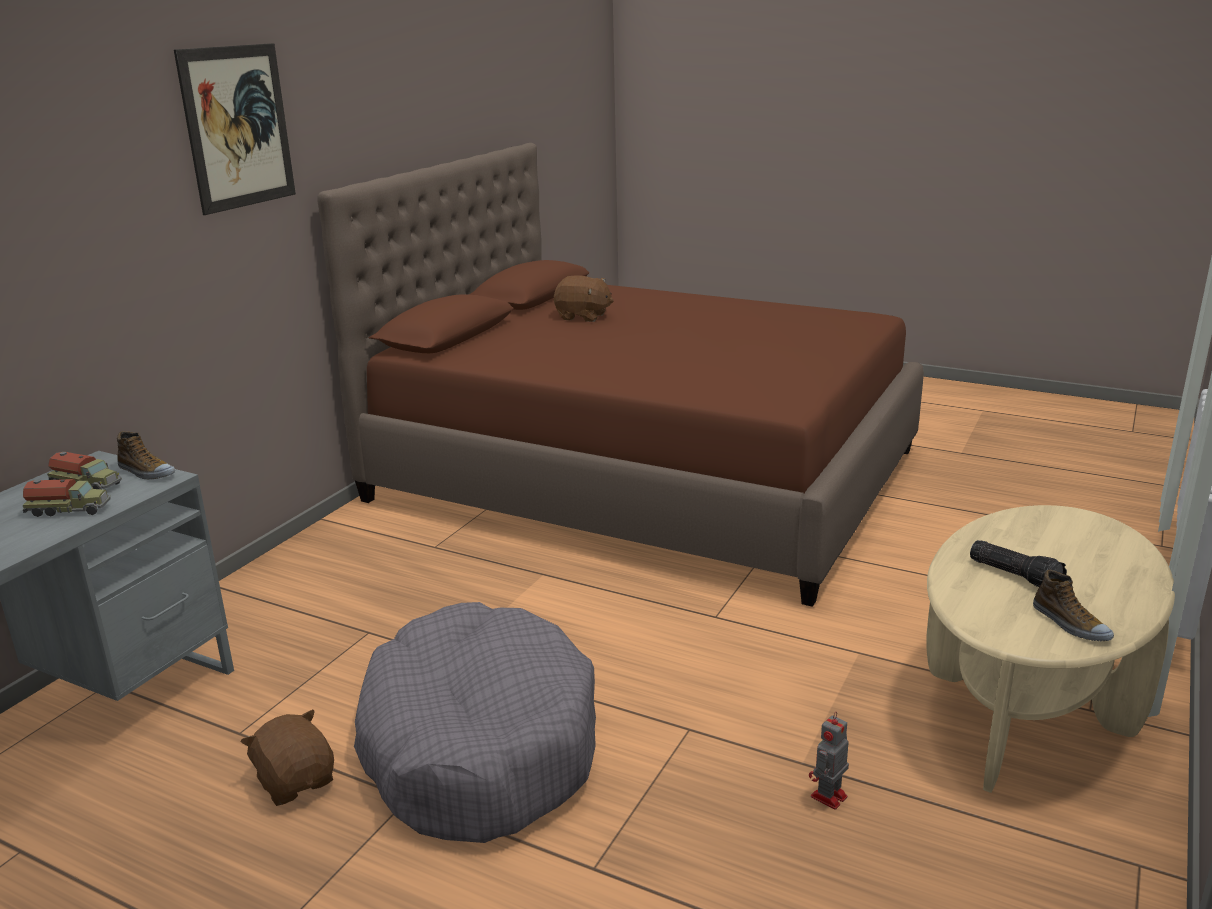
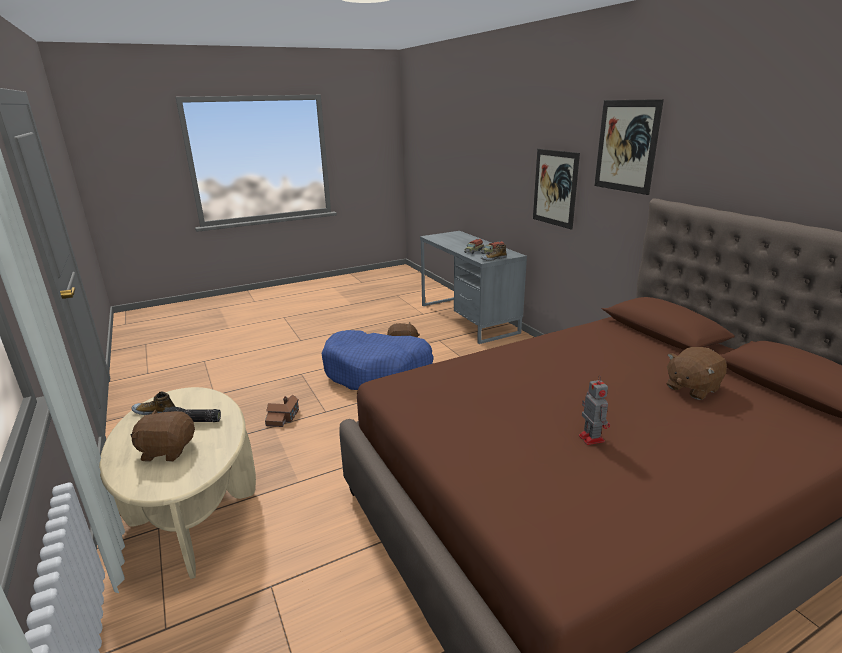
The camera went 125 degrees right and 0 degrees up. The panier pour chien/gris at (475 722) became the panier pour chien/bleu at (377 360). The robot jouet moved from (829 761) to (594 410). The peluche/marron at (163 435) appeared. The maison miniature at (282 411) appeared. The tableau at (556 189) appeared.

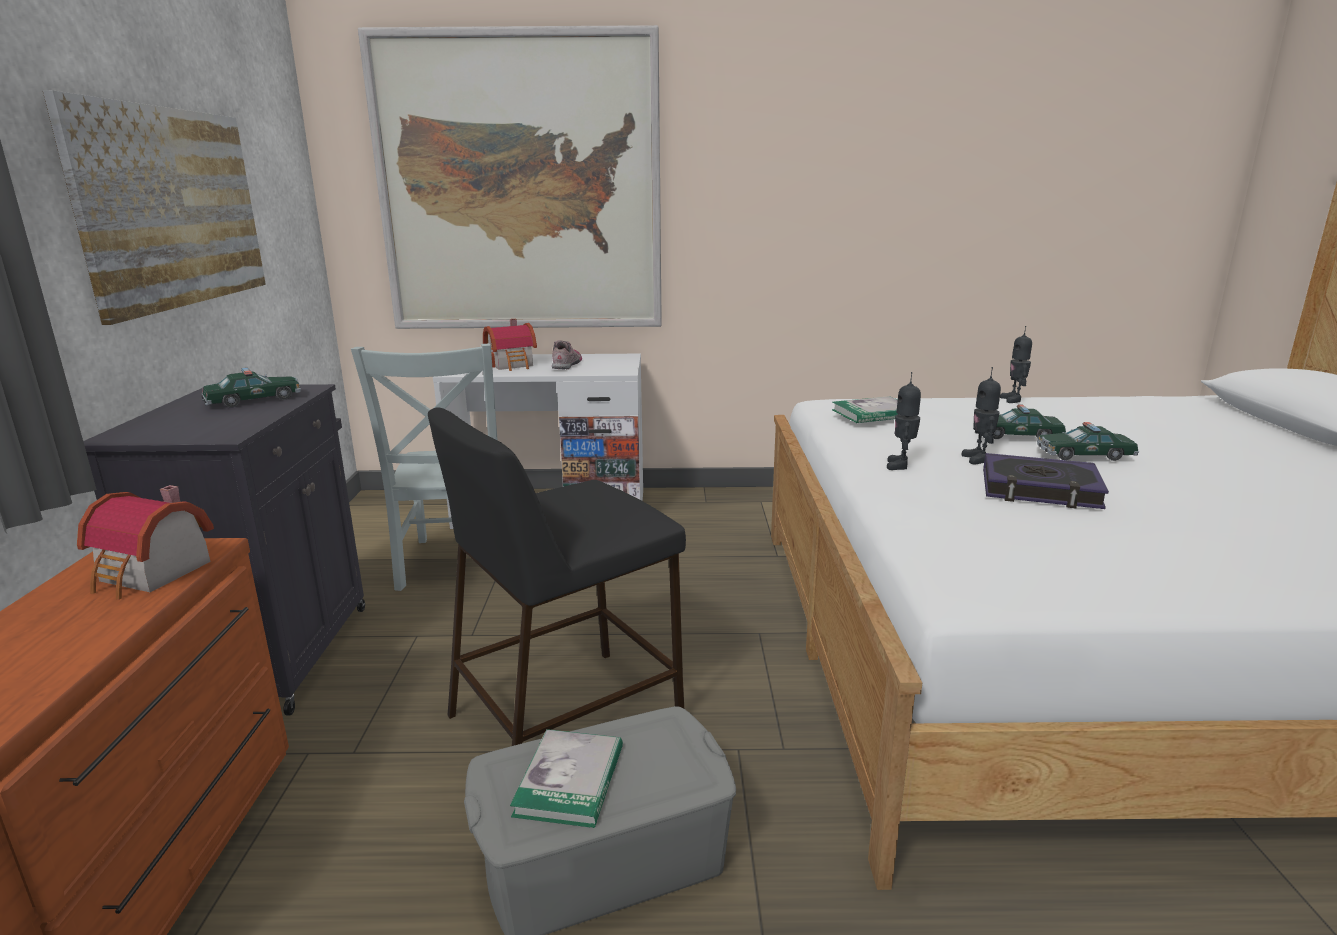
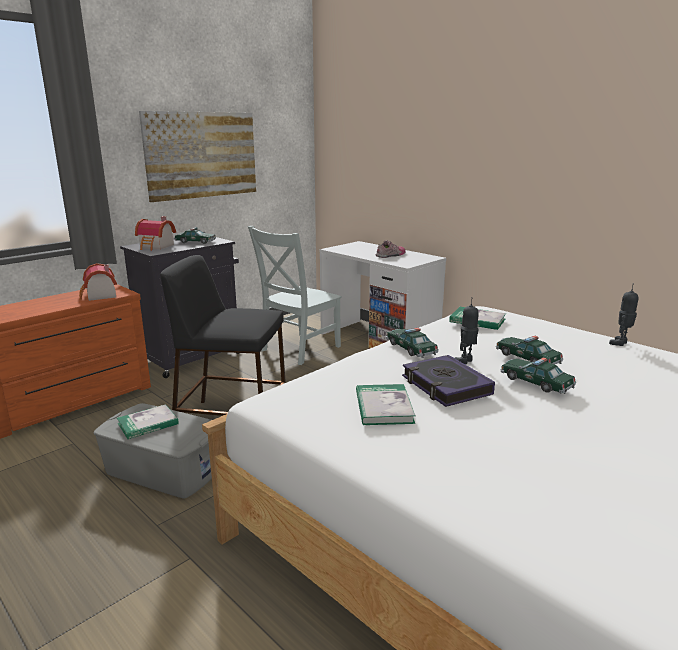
The camera went 45 degrees right and 0 degrees up. The tableau at (510 177) disappeared. The maison miniature moved from (510 345) to (155 233). The robot jouet at (904 421) was replaced by the petite voiture at (412 343). The livre at (386 404) appeared.

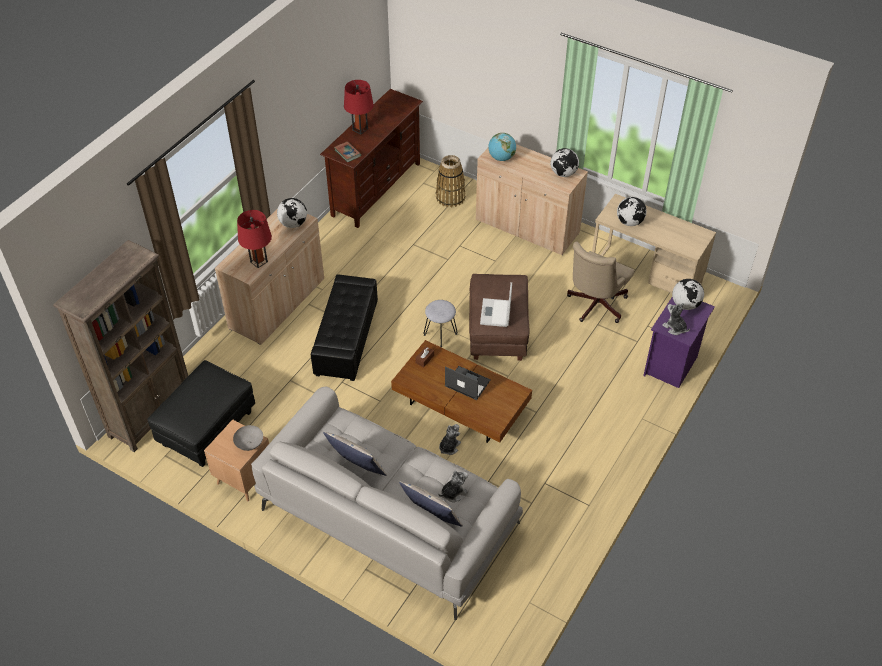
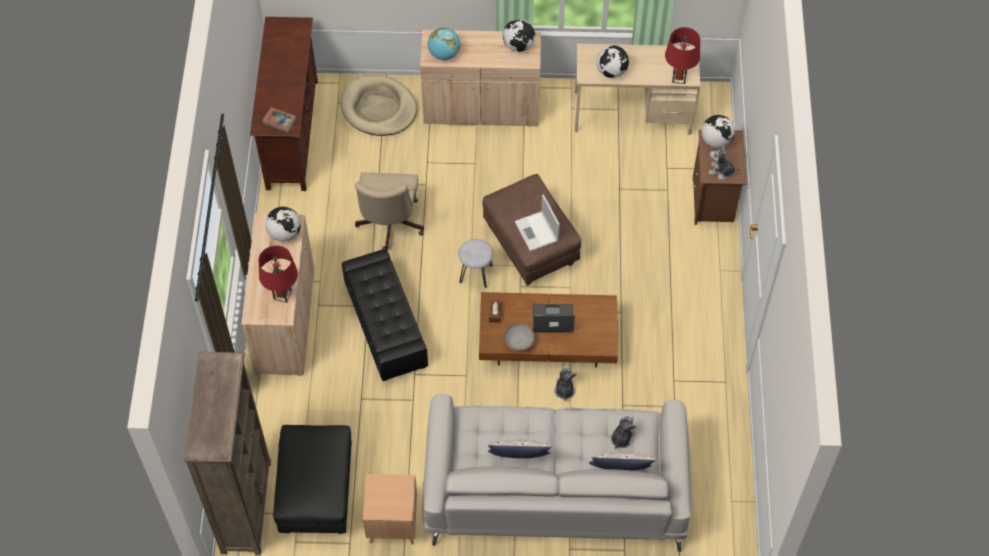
The camera went 30 degrees left and 10 degrees up. The bol/gris moved from (248 438) to (519 337). The lampe de table/rouge moved from (359 107) to (682 55). The panier at (451 181) was replaced by the panier pour chien/beige at (378 105). The chaise de bureau/beige moved from (600 282) to (389 210). The table de chevet/violet at (679 342) became the table de chevet/marron at (719 177).

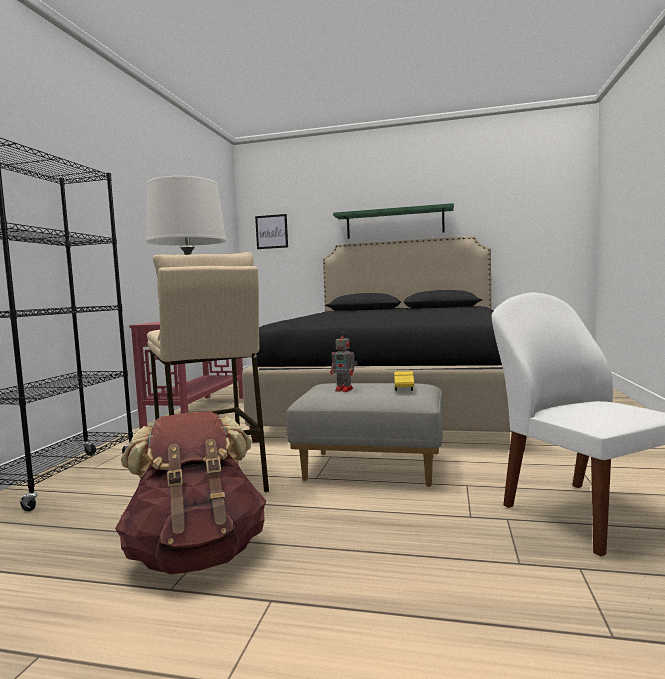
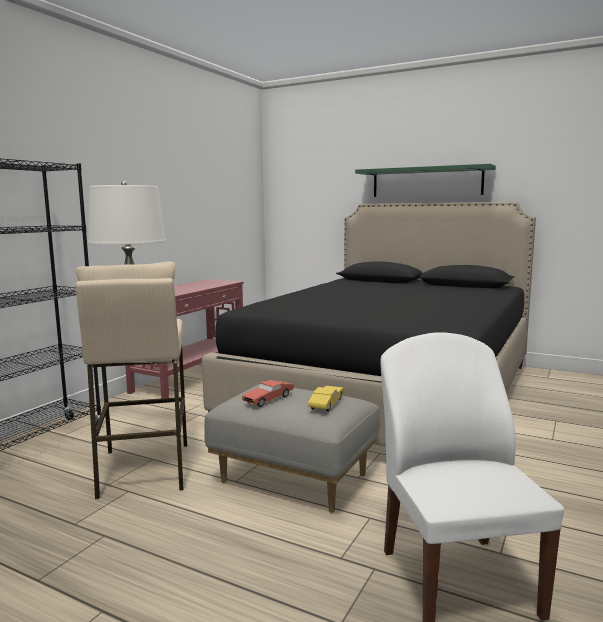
The camera went 15 degrees right and 5 degrees up. The sac à dos/marron at (190 493) disappeared. The tableau at (271 231) disappeared. The robot jouet at (344 362) was replaced by the petite voiture/rouge at (268 393).

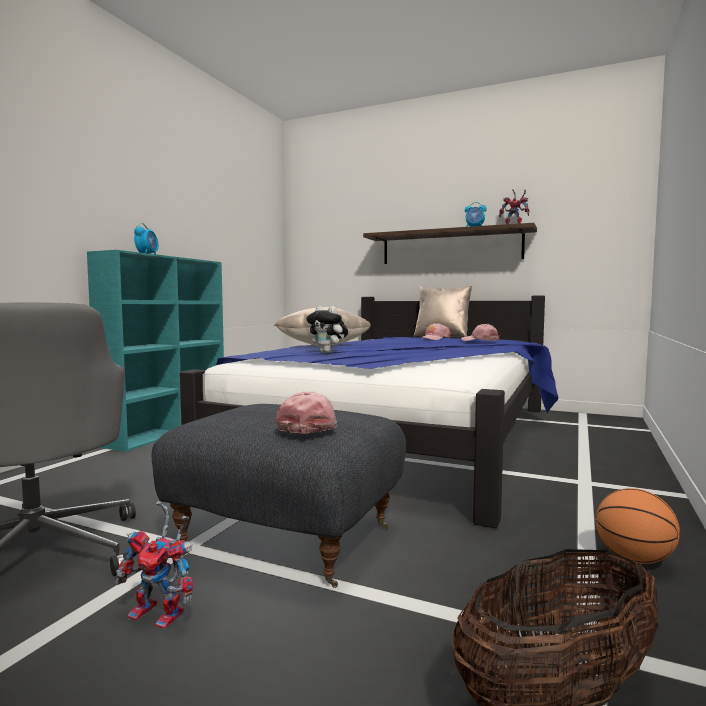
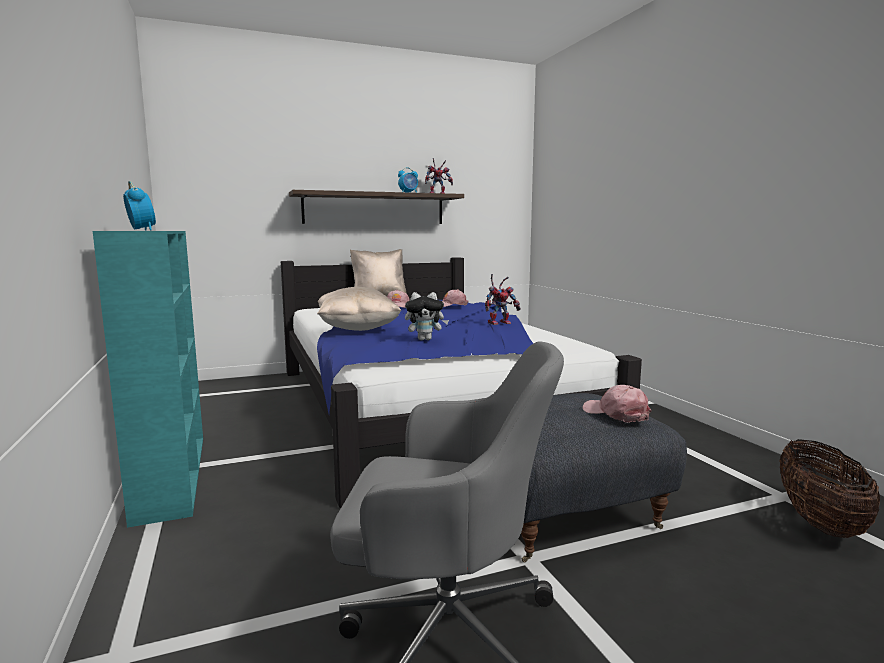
The camera went 45 degrees left and 5 degrees up. The robot jouet moved from (154 565) to (503 299). The ballon de basket at (638 526) disappeared.

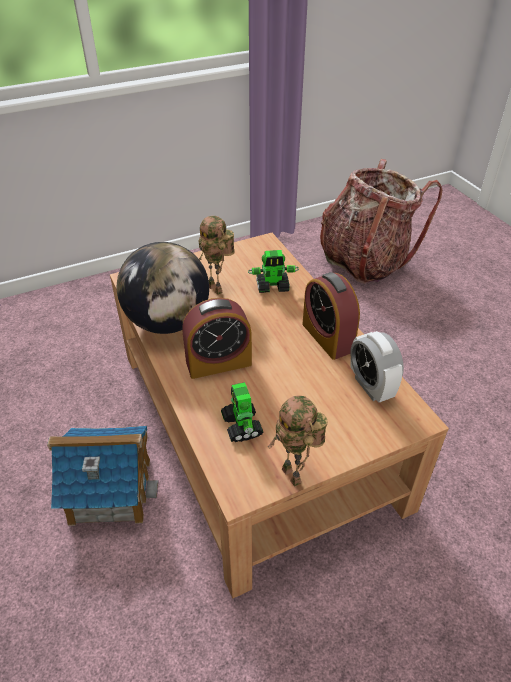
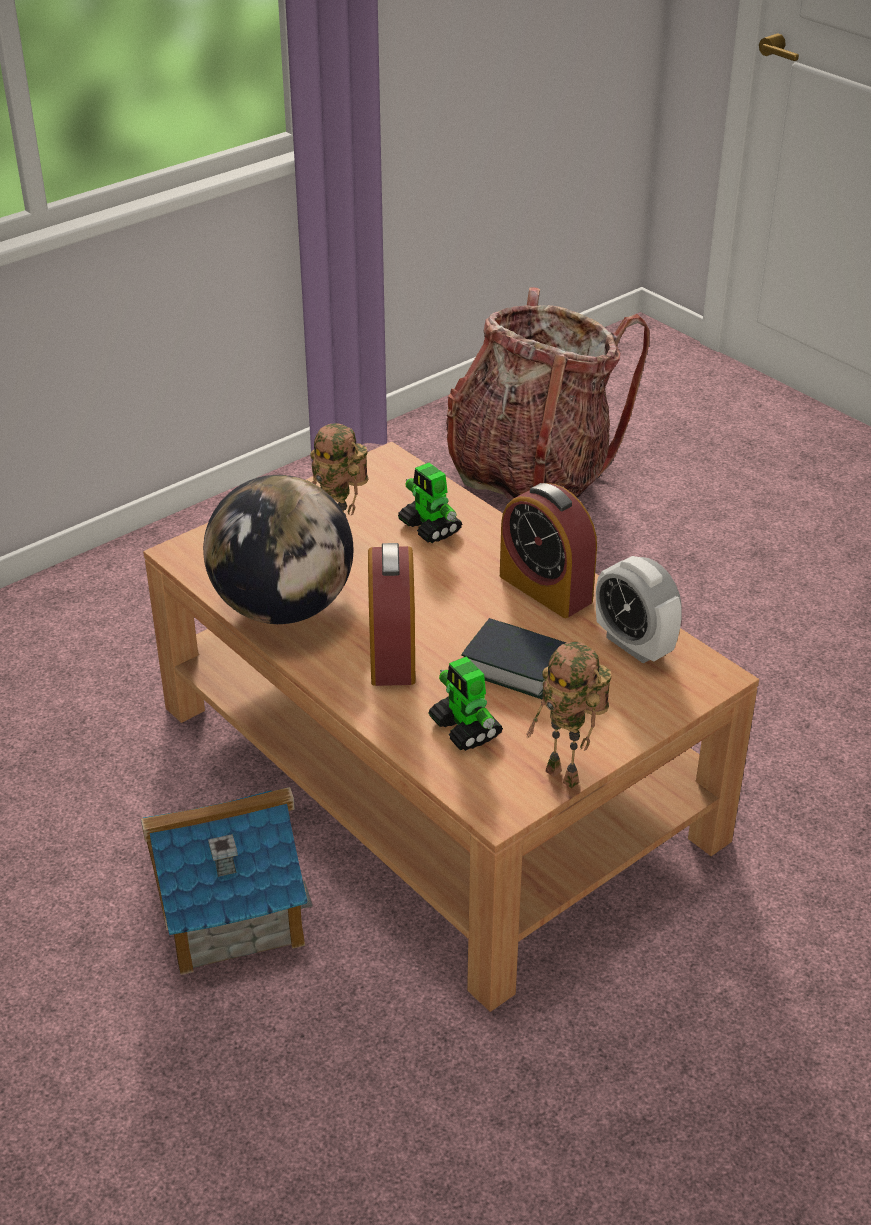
The camera went 15 degrees left and 5 degrees down. The réveil at (217 338) turned 60 degrees counterclockwise. The robot jouet at (273 271) turned 75 degrees clockwise. The livre at (513 659) appeared.

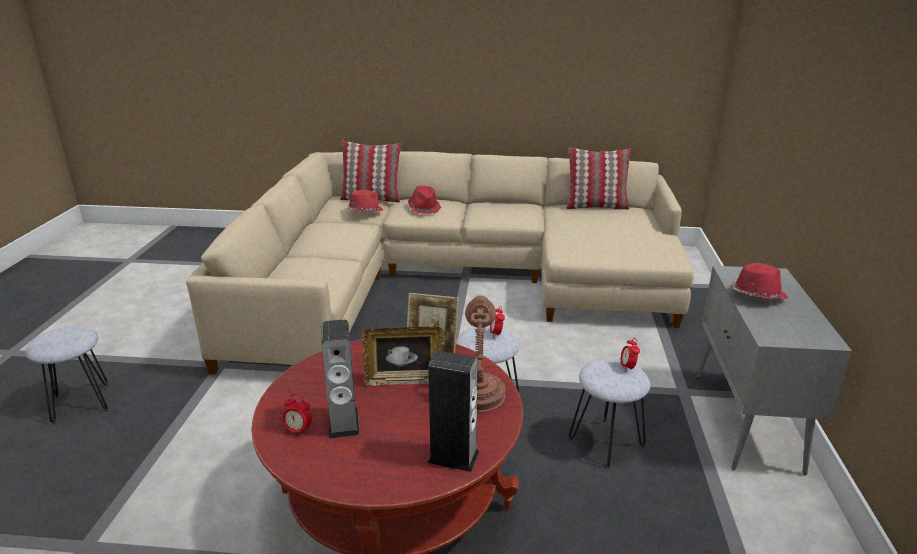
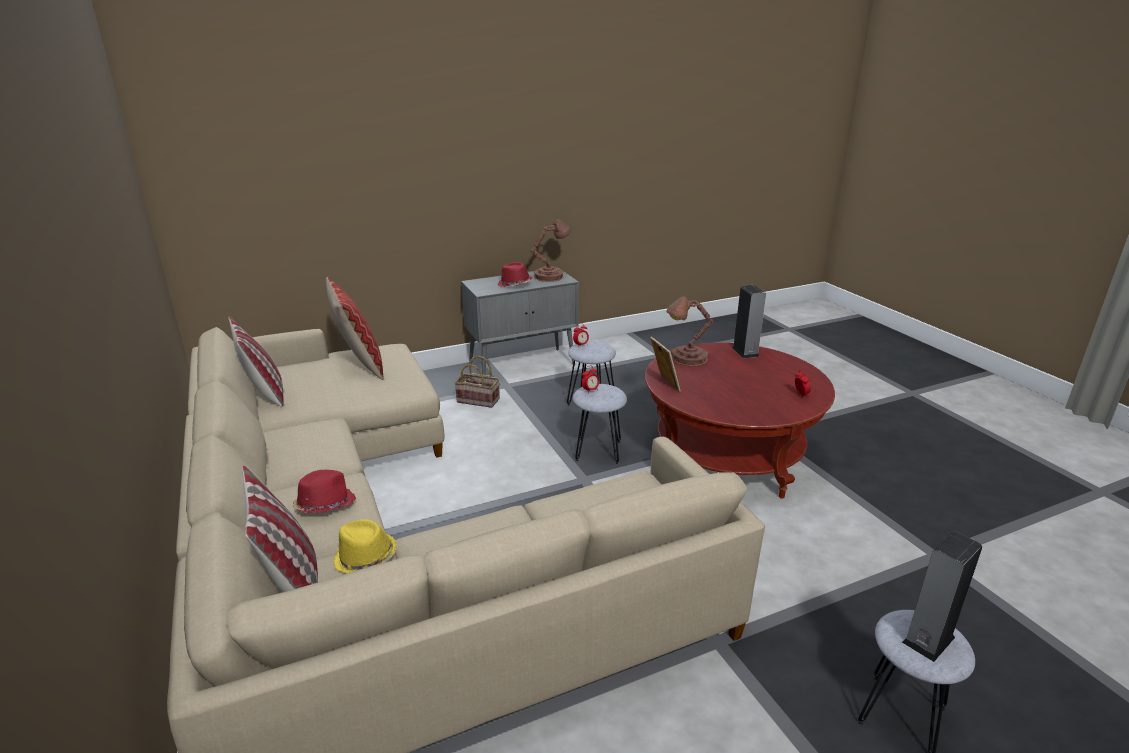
The camera went 120 degrees left and 0 degrees up. The enceinte moved from (340 379) to (942 597). The chapeau/rouge at (365 201) became the chapeau/jaune at (365 546). The cadre photo at (402 356) disappeared. The coussin at (355 328) appeared. The panier at (477 382) appeared. The lampe de table/marron at (550 250) appeared.

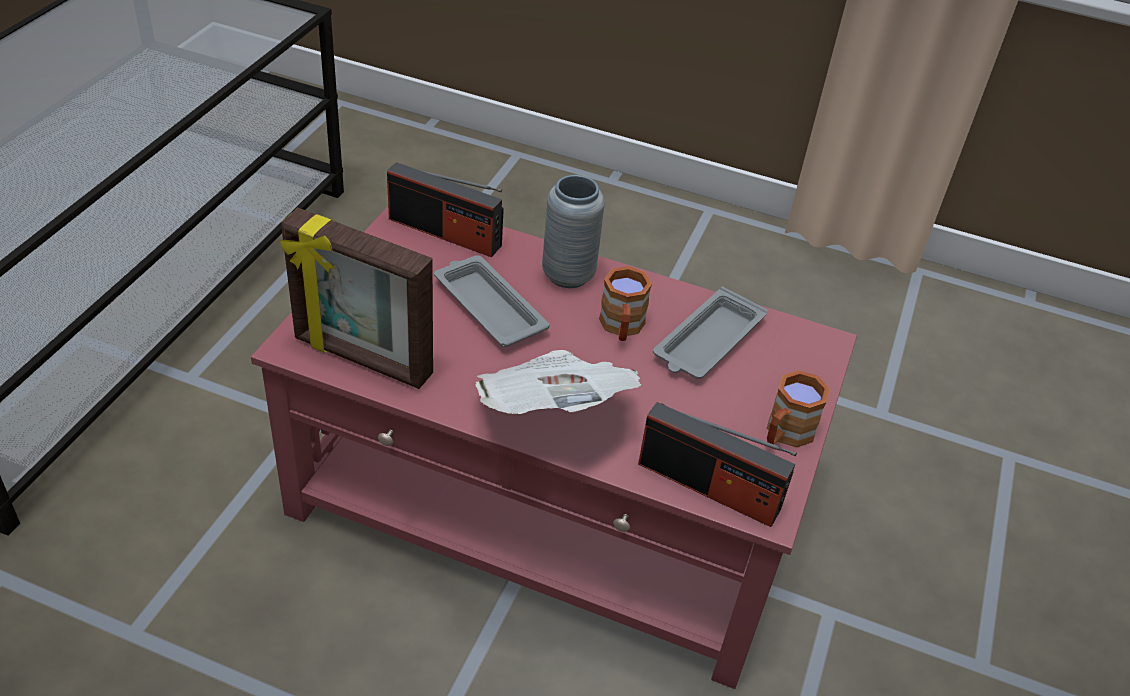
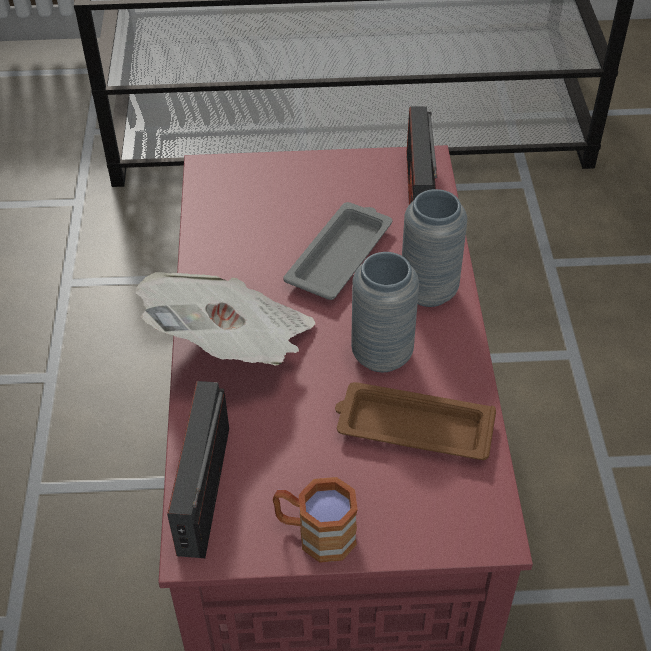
The camera went 70 degrees right and 5 degrees up. The cadre photo at (356 298) disappeared. The mug/marron at (625 303) was replaced by the vase/gris at (385 312). The plateau/gris at (710 333) became the plateau/marron at (415 421).

